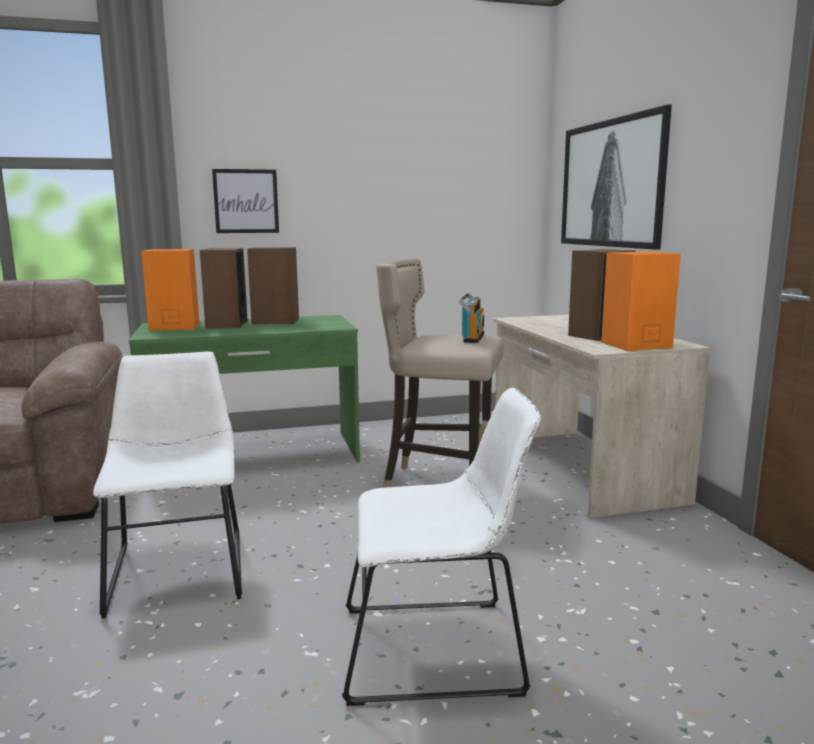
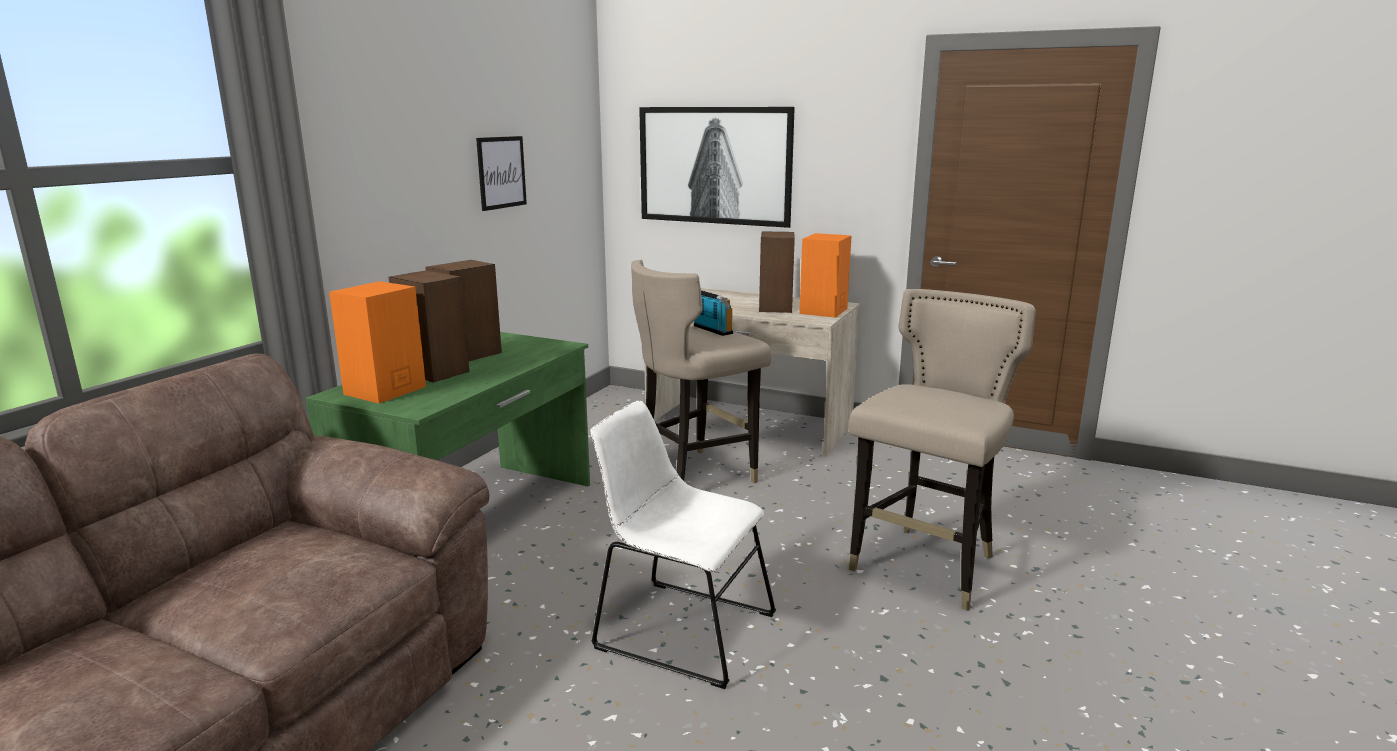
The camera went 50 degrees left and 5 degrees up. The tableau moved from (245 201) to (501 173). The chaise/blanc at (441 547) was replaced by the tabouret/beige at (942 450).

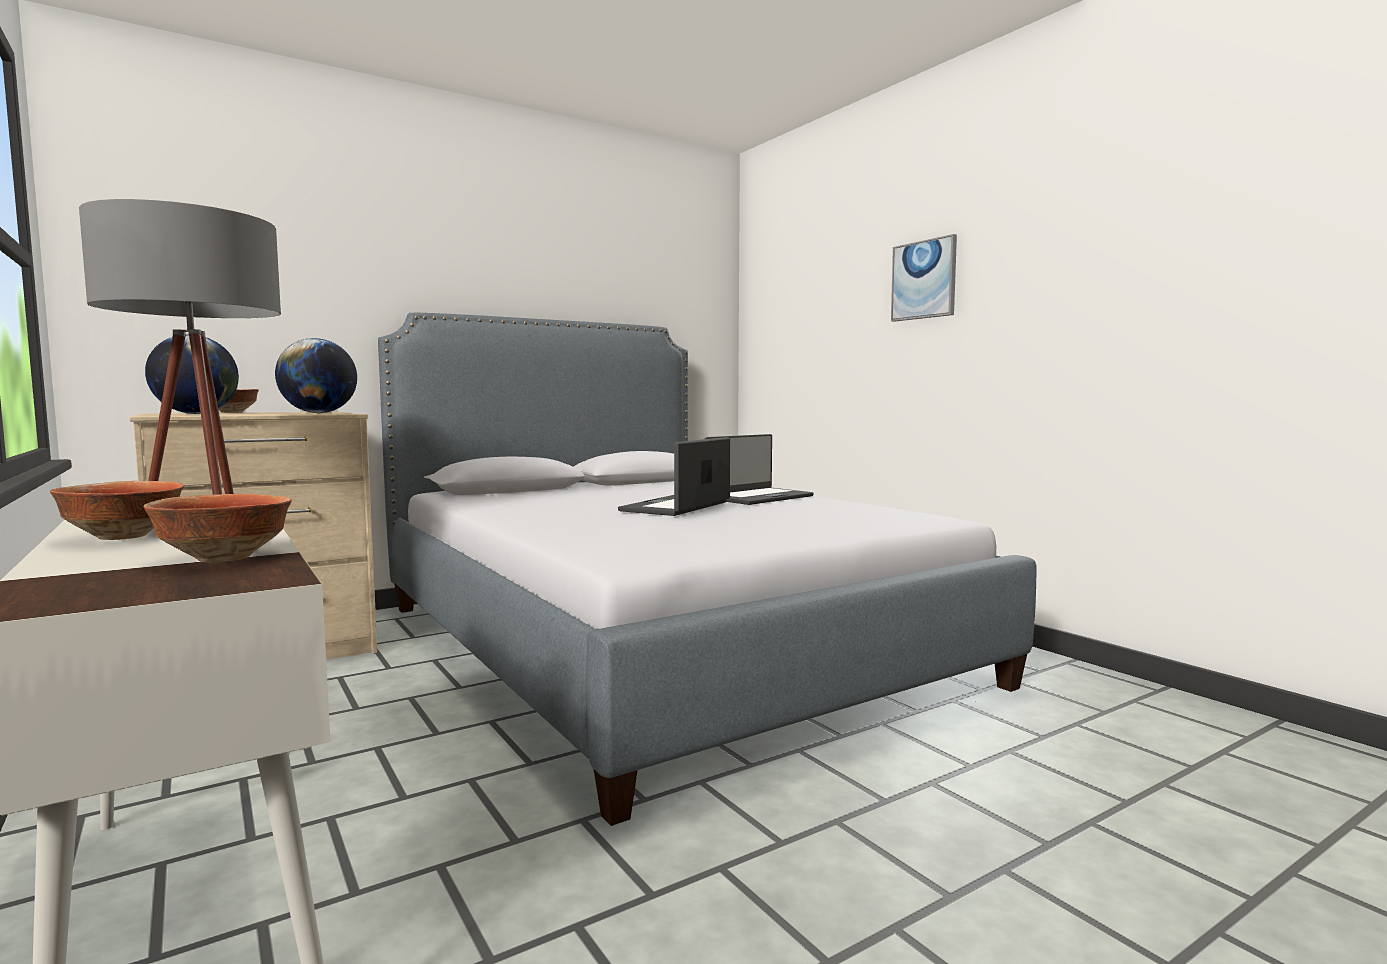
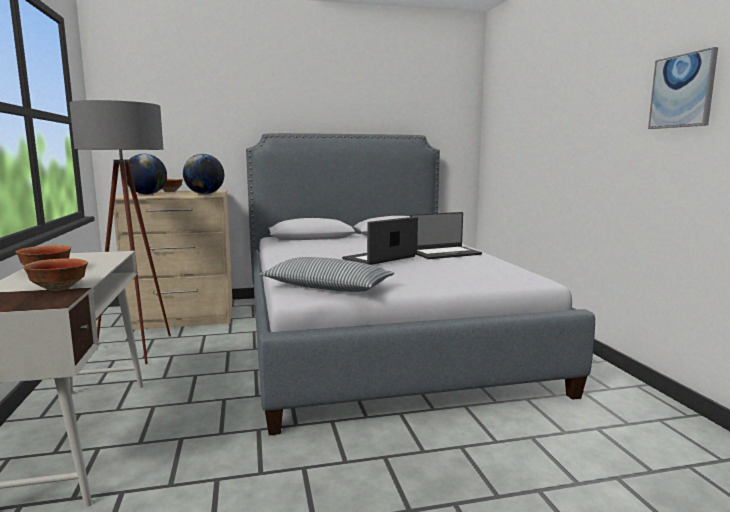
The camera went 20 degrees right and 5 degrees up. The tableau moved from (924 278) to (683 88). The coussin at (327 274) appeared.

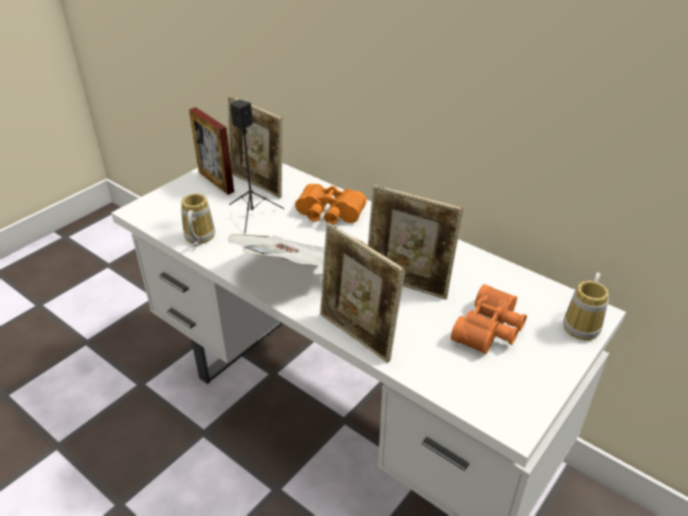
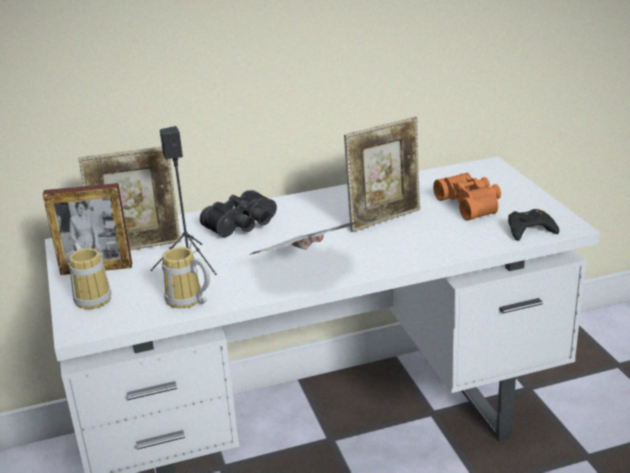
The camera went 55 degrees left and 10 degrees down. The jumelles/orange at (331 204) became the jumelles/noir at (238 213). The cadre photo at (362 293) disappeared. The mug moved from (586 306) to (90 276). The manette/noir at (533 225) appeared.

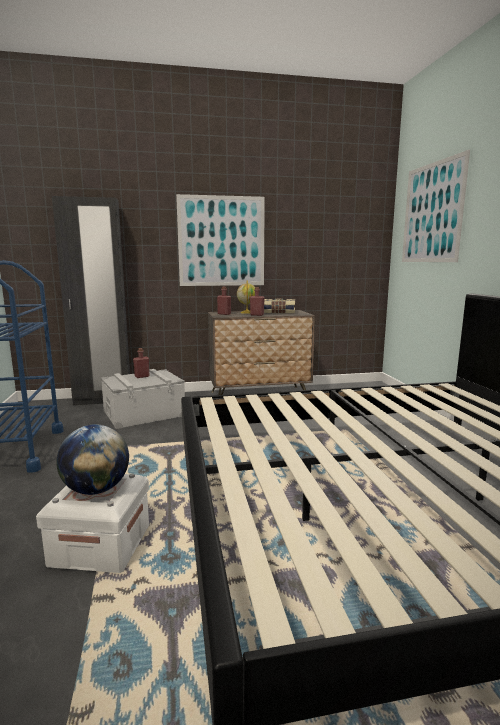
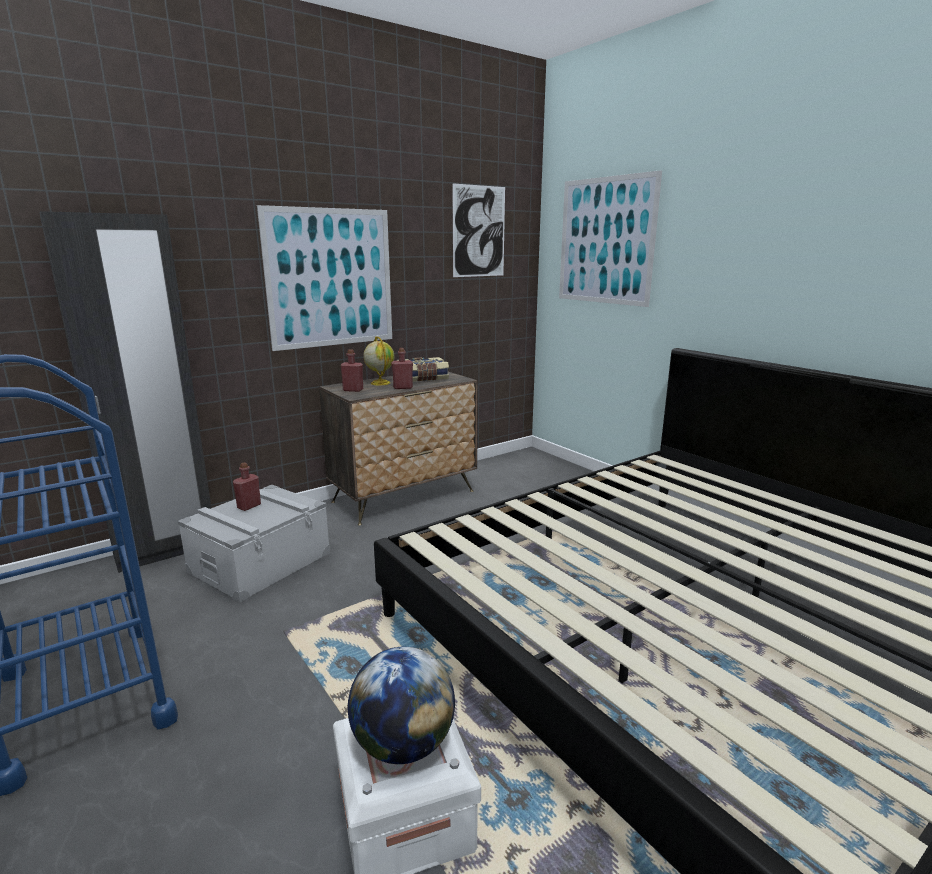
The camera went 25 degrees left and 5 degrees up. The tableau at (478 230) appeared.

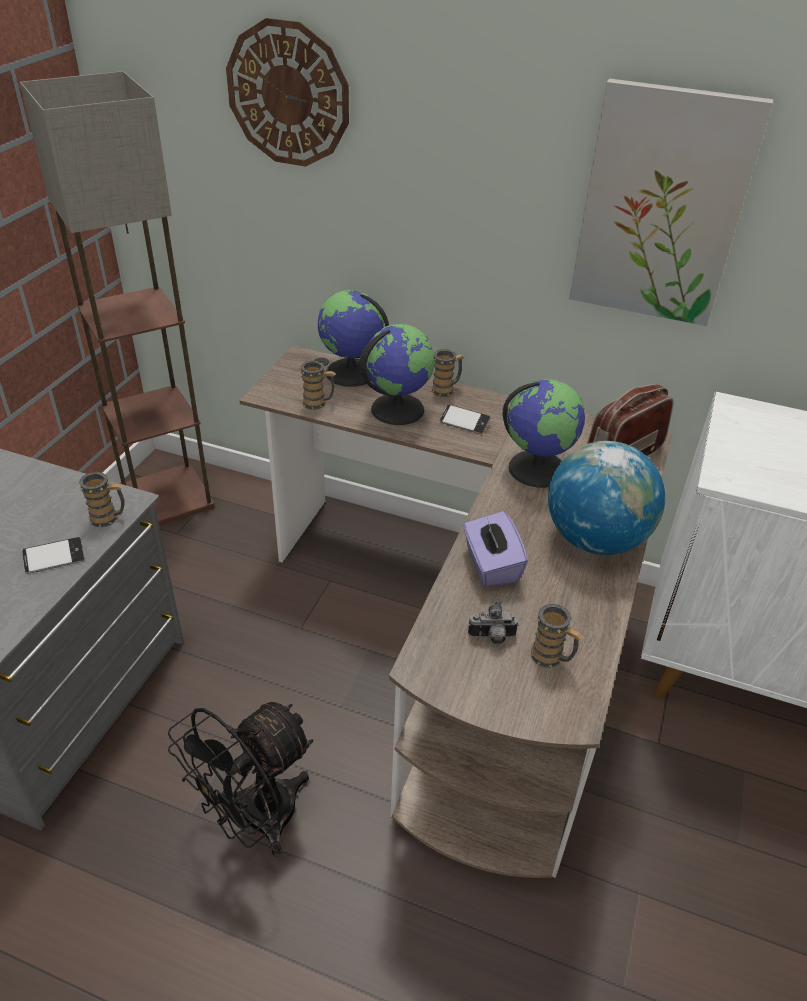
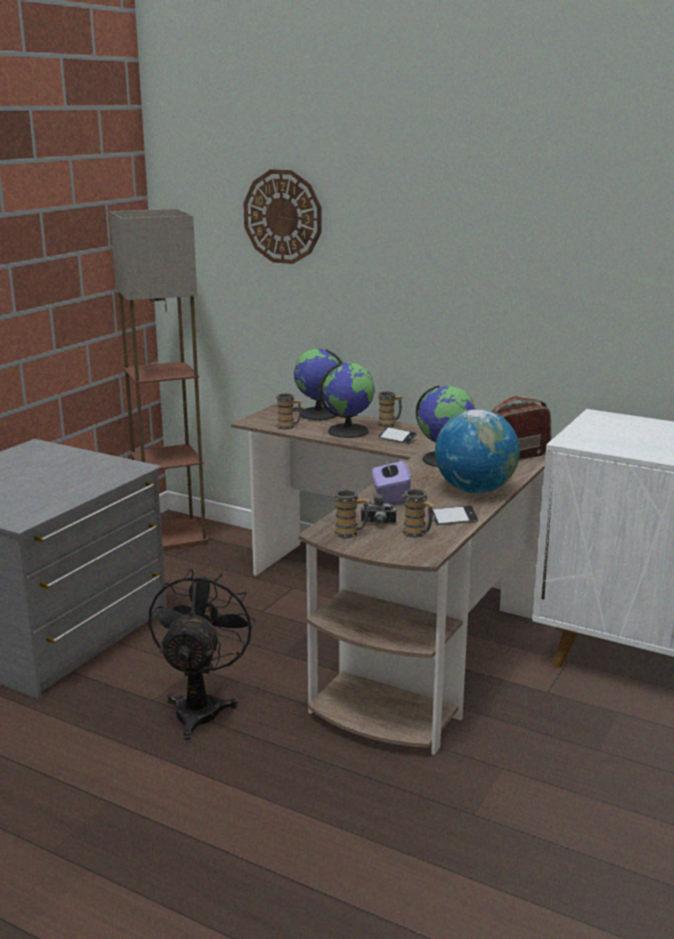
The camera went 10 degrees right and 20 degrees down. The téléphone moved from (53 555) to (455 515). The mug moved from (101 499) to (351 513). The ventilateur/noir at (241 779) turned 135 degrees clockwise. The tableau at (671 202) disappeared.

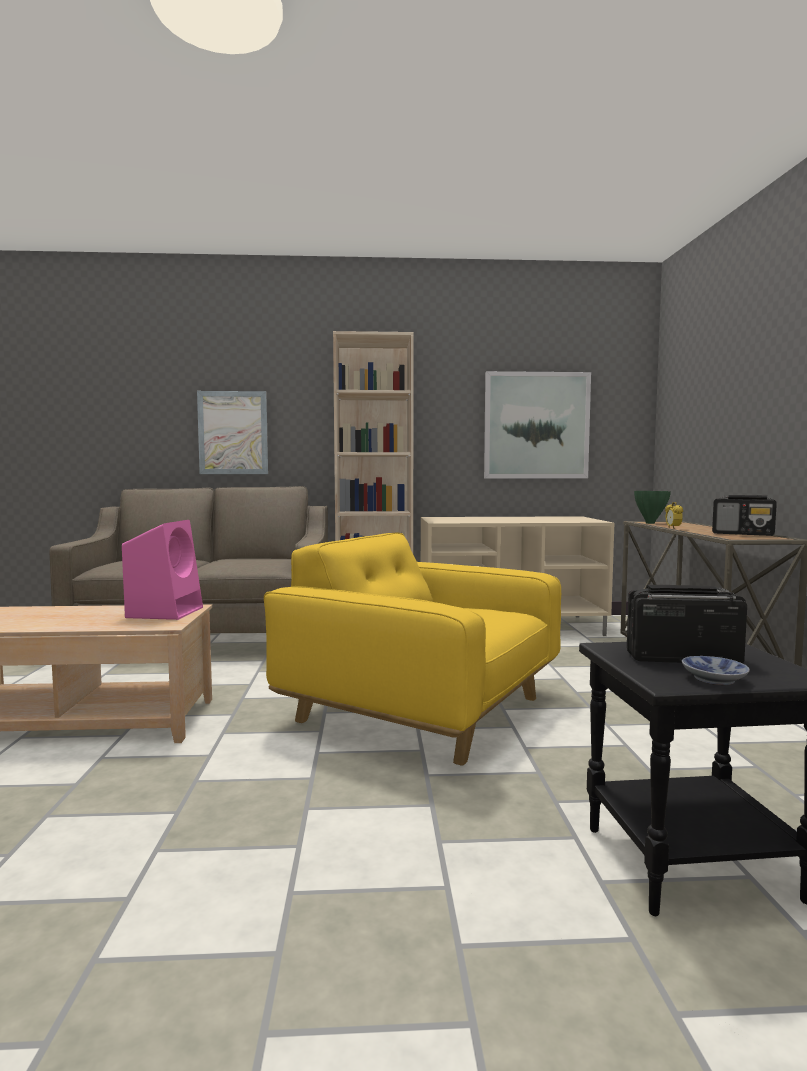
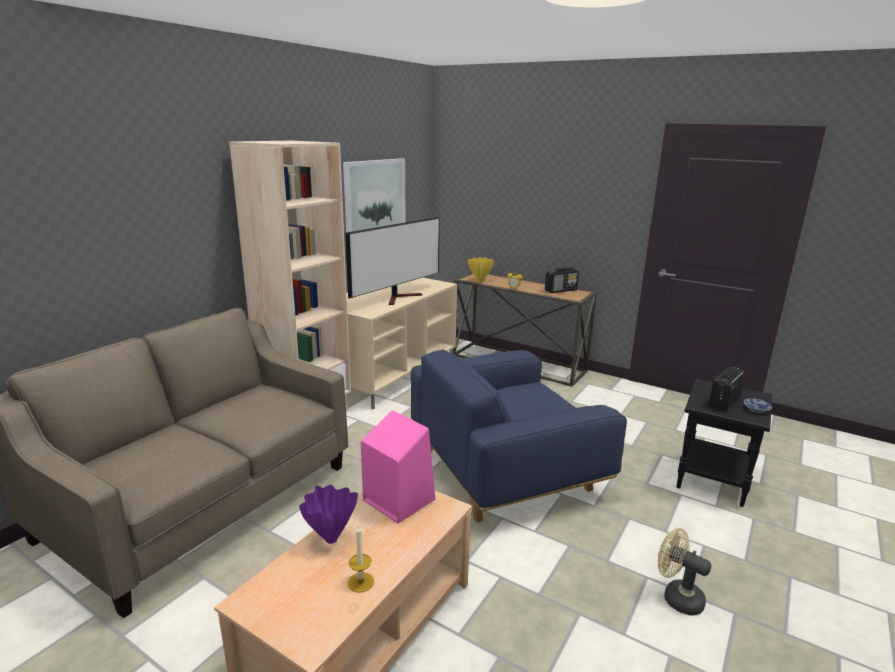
The camera went 55 degrees left and 15 degrees up. The tableau at (232 432) disappeared. The fauteuil/jaune at (412 649) became the fauteuil/bleu at (519 436). The vase/vert at (652 507) became the vase/jaune at (481 269). The vase/violet at (328 514) appeared. The téléviseur at (392 261) appeared. The bougie at (361 558) appeared. The ventilateur/beige at (685 571) appeared.

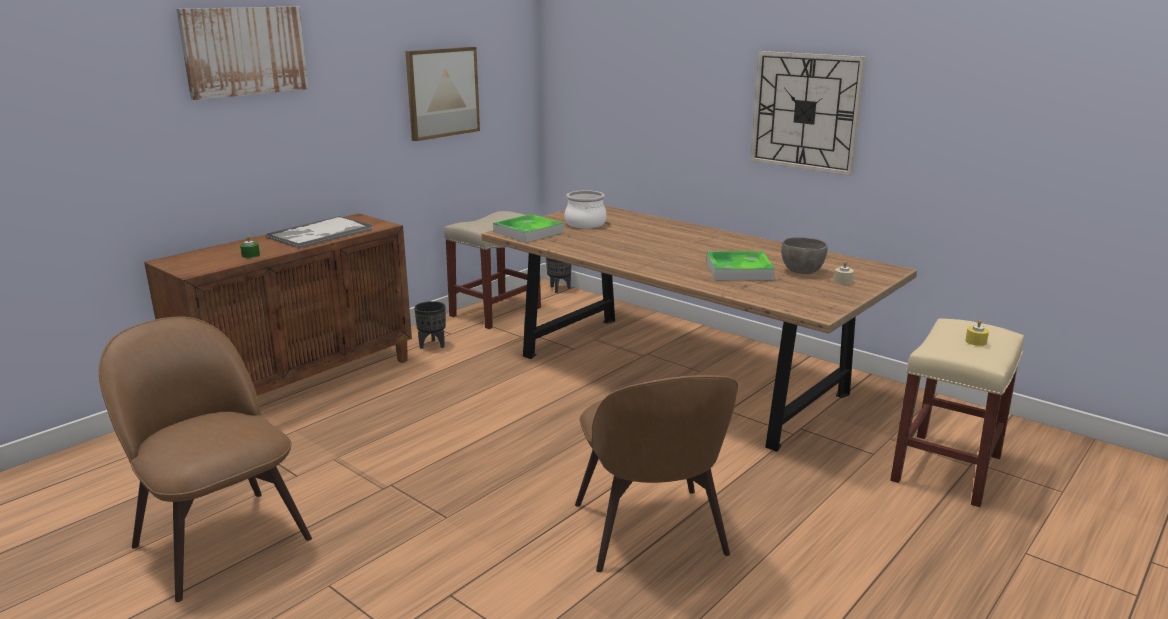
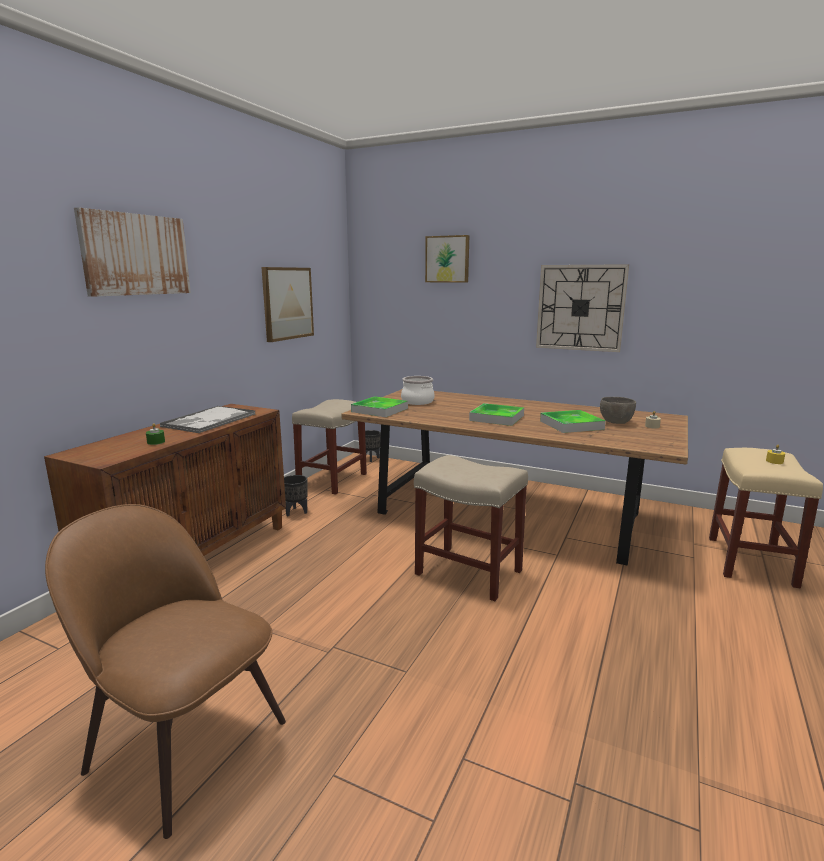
The camera went 15 degrees left and 5 degrees down. The chaise/marron at (656 473) disappeared. The tabouret/beige at (471 528) appeared. The tableau at (447 259) appeared. The plateau at (496 414) appeared.

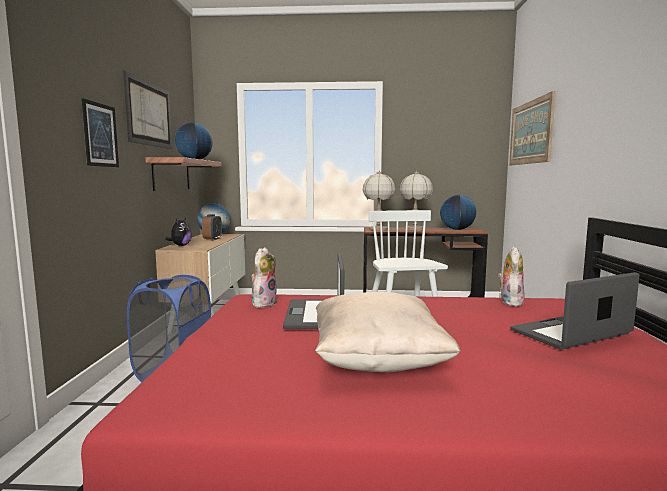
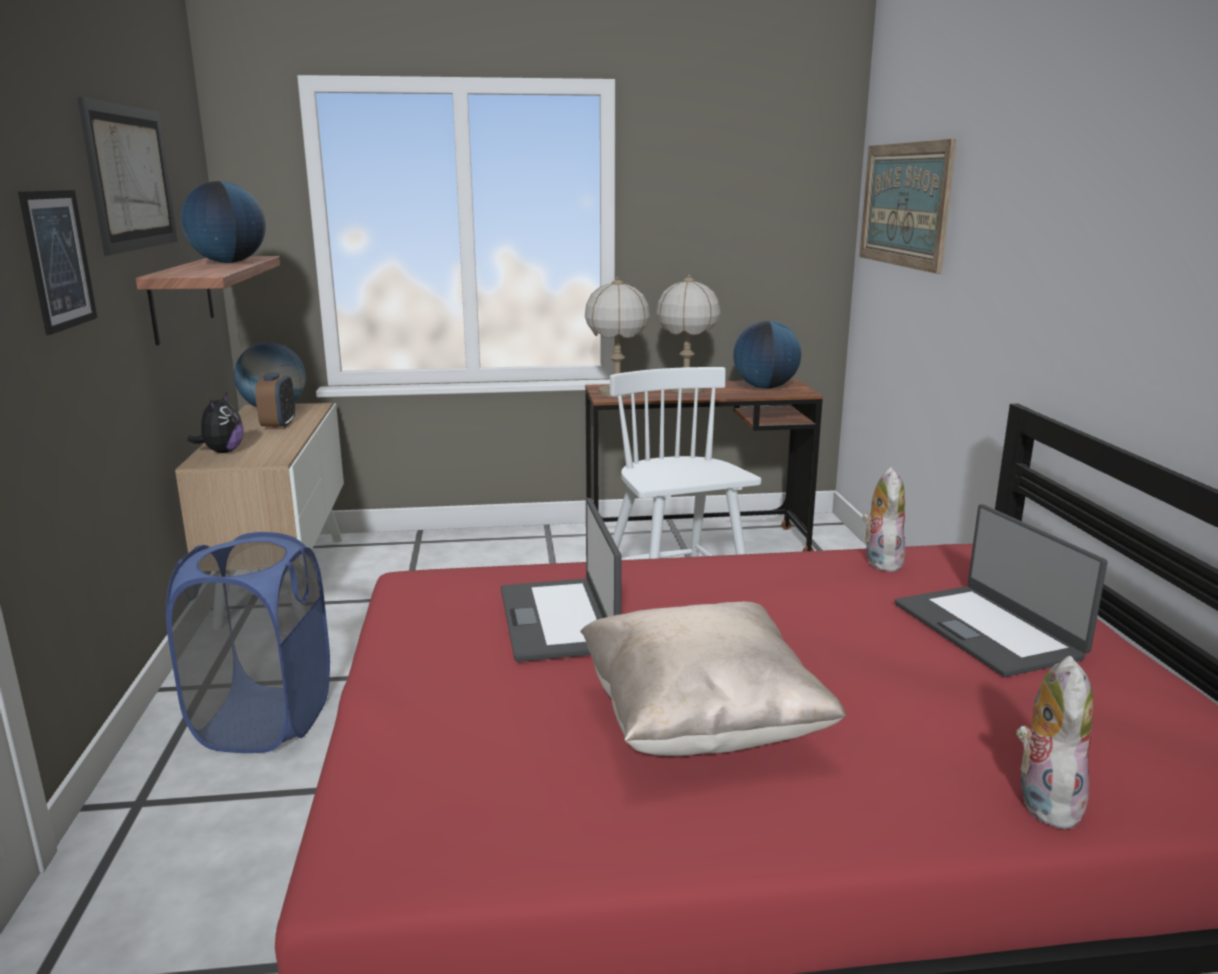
The camera went 10 degrees left and 10 degrees up. The peluche moved from (264 277) to (1054 744). The ordinateur portable at (575 311) turned 75 degrees counterclockwise.

